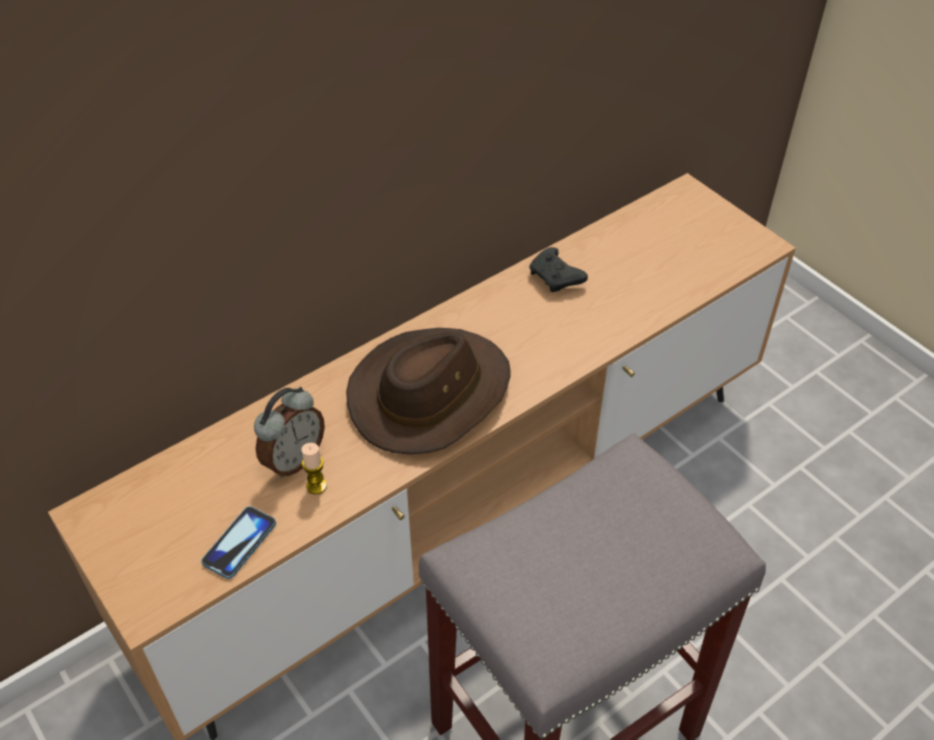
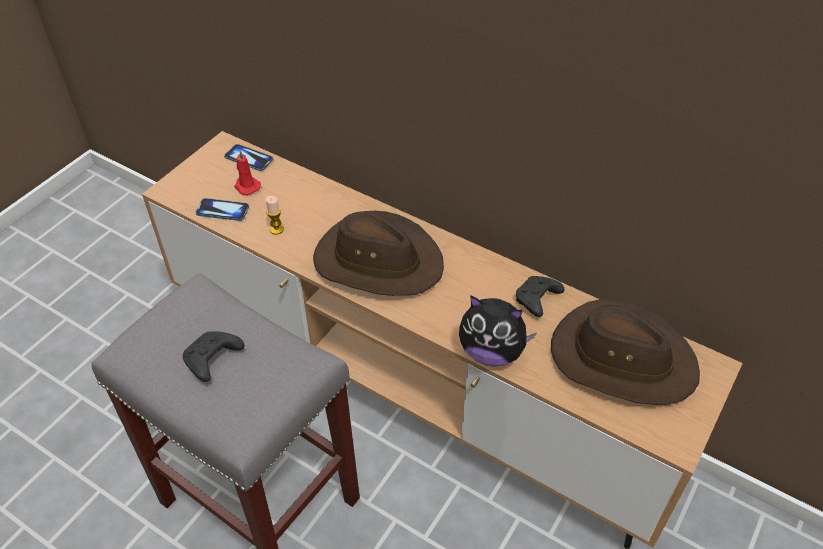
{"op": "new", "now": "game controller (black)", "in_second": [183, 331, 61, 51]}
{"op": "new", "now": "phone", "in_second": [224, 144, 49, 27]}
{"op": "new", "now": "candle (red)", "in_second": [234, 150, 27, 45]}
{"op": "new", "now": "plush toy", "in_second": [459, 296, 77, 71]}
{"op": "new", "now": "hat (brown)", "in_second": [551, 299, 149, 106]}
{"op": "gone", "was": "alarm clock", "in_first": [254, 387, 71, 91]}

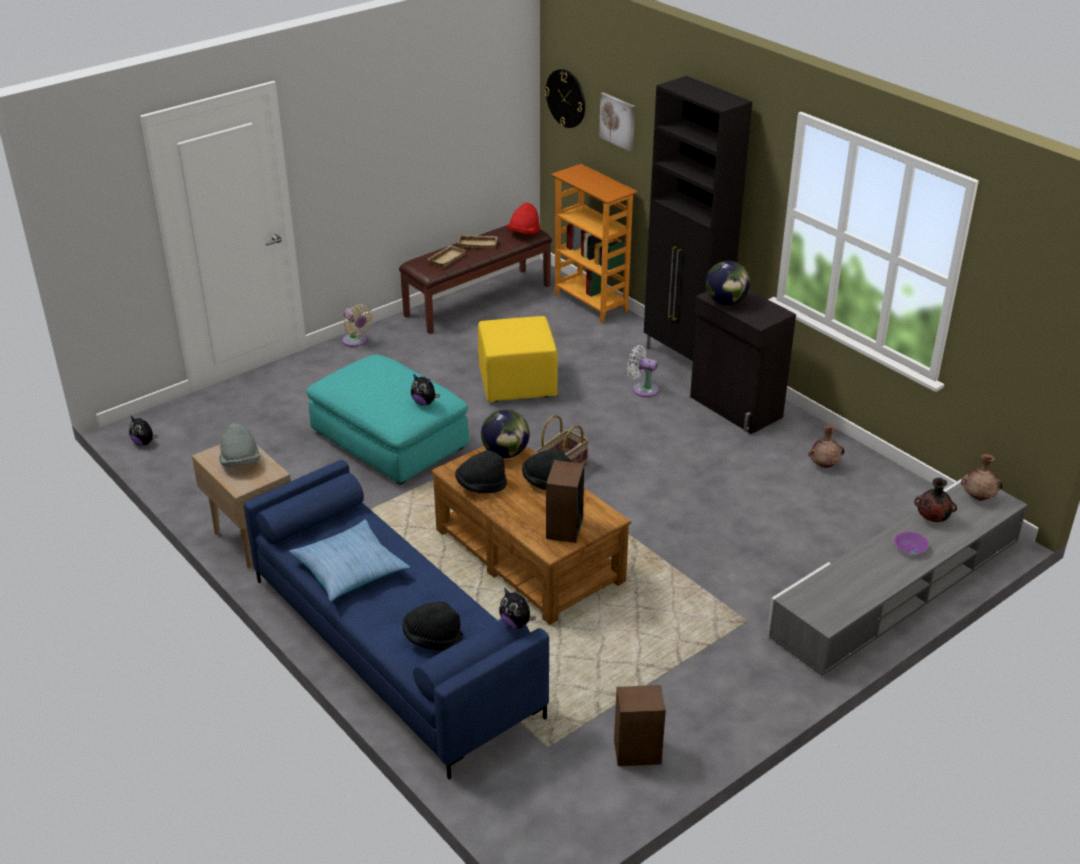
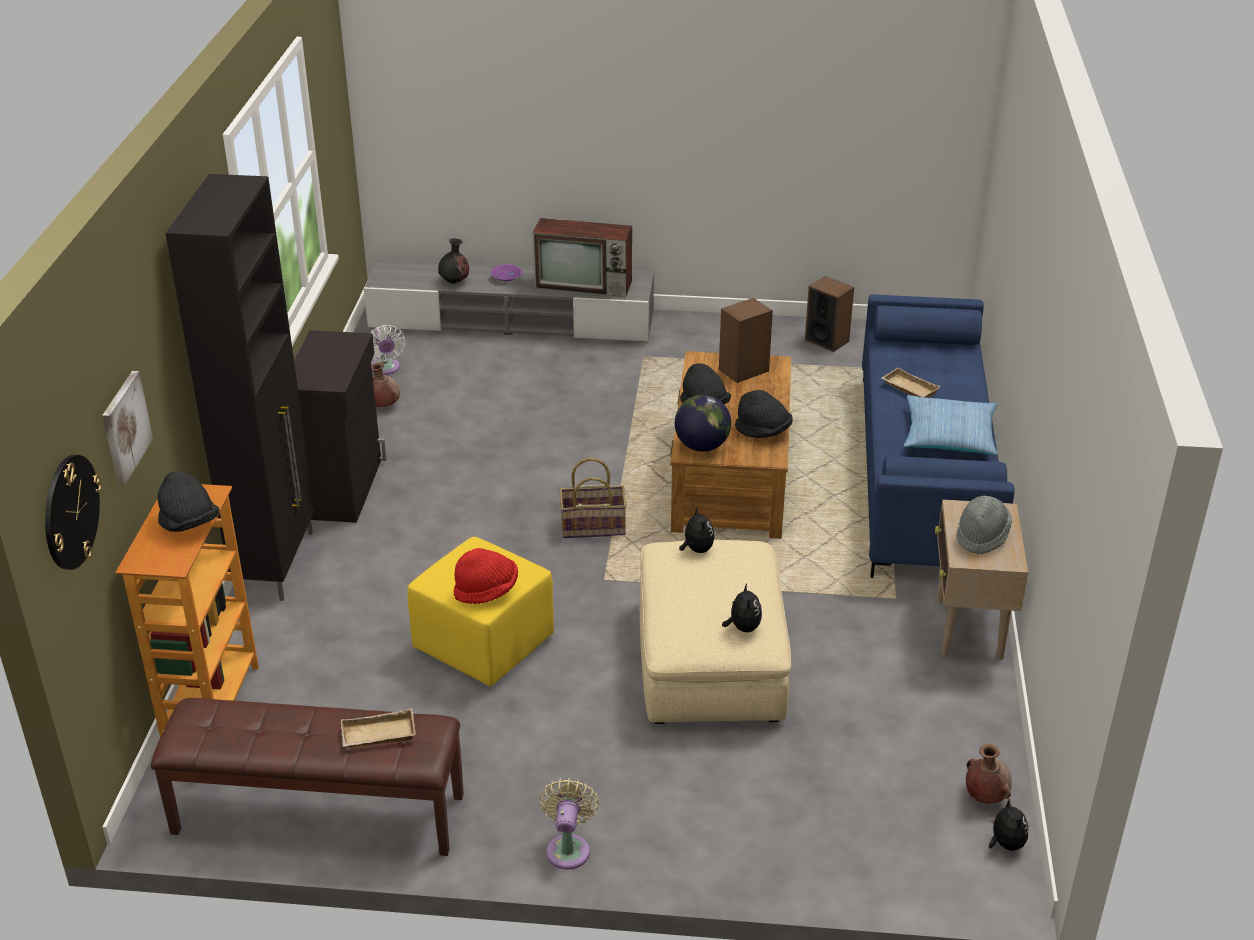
{"op": "shifted", "was": "hat (black)", "in_first": [402, 601, 61, 50], "in_second": [157, 471, 62, 61]}
{"op": "shifted", "was": "fan (white)", "in_first": [627, 345, 32, 52], "in_second": [371, 325, 34, 50]}
{"op": "shifted", "was": "hat (red)", "in_first": [507, 203, 33, 31], "in_second": [453, 548, 65, 56]}
{"op": "new", "now": "television", "in_second": [533, 218, 99, 79]}
{"op": "repainted", "was": "ottoman (turquoise)", "now": "ottoman (beige)", "in_first": [306, 355, 163, 130], "in_second": [640, 540, 151, 184]}
{"op": "shifted", "was": "plush toy", "in_first": [499, 588, 37, 41], "in_second": [722, 583, 40, 49]}
{"op": "shifted", "was": "tray (beige)", "in_first": [458, 235, 39, 14], "in_second": [881, 367, 60, 31]}
{"op": "shifted", "was": "vase (brown)", "in_first": [961, 454, 42, 47], "in_second": [966, 744, 46, 60]}
{"op": "gone", "was": "globe", "in_first": [705, 261, 45, 44]}

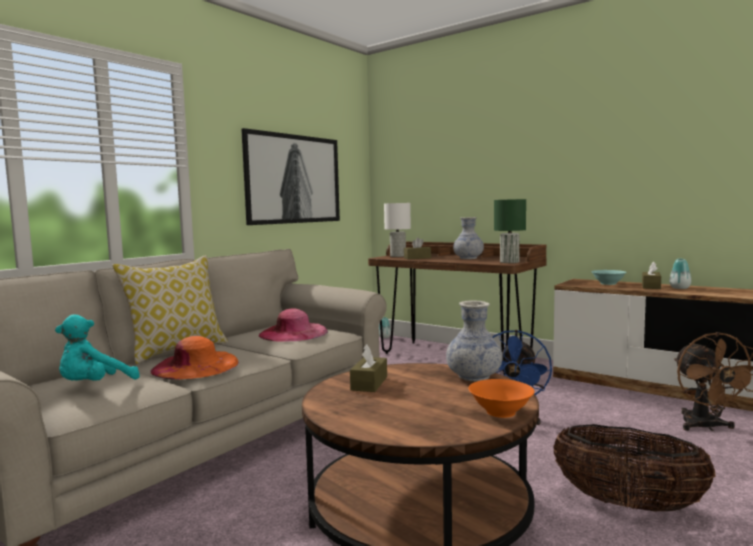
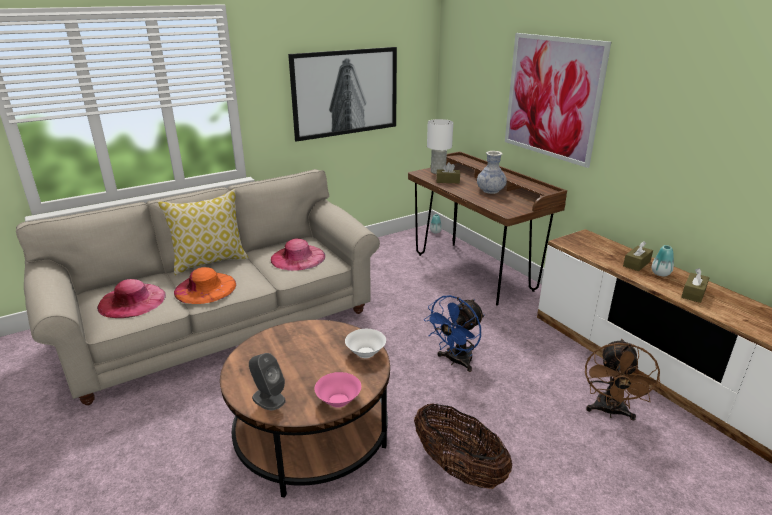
{"op": "swapped", "was": "plush toy (turquoise)", "now": "hat (pink)", "in_first": [55, 314, 85, 67], "in_second": [97, 279, 69, 39]}
{"op": "new", "now": "speaker (grey)", "in_second": [249, 353, 37, 57]}
{"op": "repainted", "was": "bowl (orange)", "now": "bowl (pink)", "in_first": [468, 379, 67, 39], "in_second": [315, 372, 46, 36]}
{"op": "swapped", "was": "vase", "now": "bowl (white)", "in_first": [446, 301, 57, 80], "in_second": [345, 329, 41, 29]}
{"op": "new", "now": "picture", "in_second": [505, 33, 106, 135]}
{"op": "shifted", "was": "tissue box (brown)", "in_first": [350, 344, 37, 48], "in_second": [681, 268, 29, 35]}
{"op": "gone", "was": "table lamp (green)", "in_first": [494, 199, 32, 64]}
{"op": "gone", "was": "bowl (turquoise)", "in_first": [591, 270, 36, 15]}

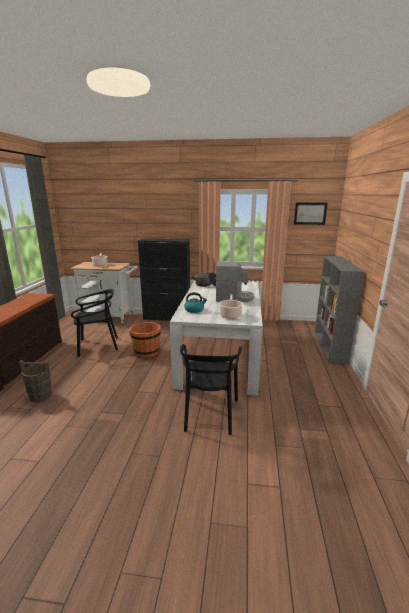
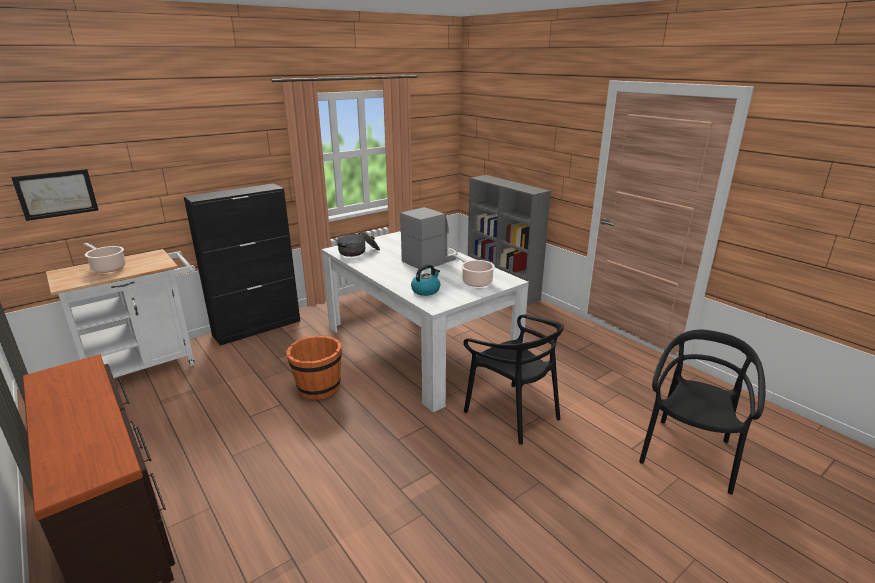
{"op": "shifted", "was": "picture", "in_first": [294, 203, 34, 22], "in_second": [11, 169, 88, 52]}
{"op": "shifted", "was": "chair (black)", "in_first": [71, 289, 47, 68], "in_second": [639, 330, 127, 165]}
{"op": "gone", "was": "bucket (brown)", "in_first": [19, 360, 33, 42]}

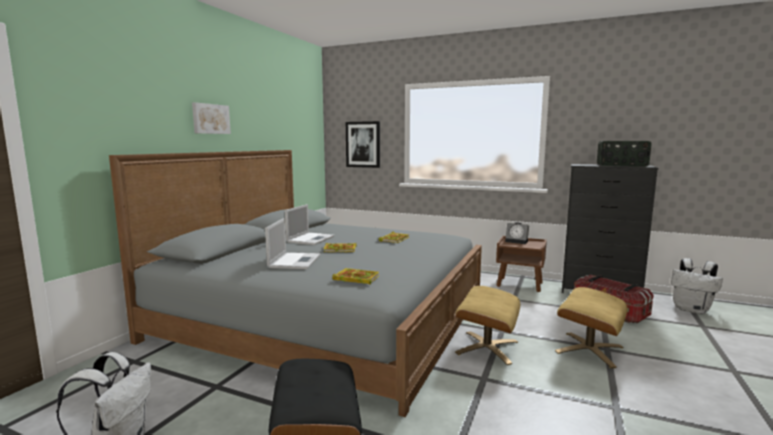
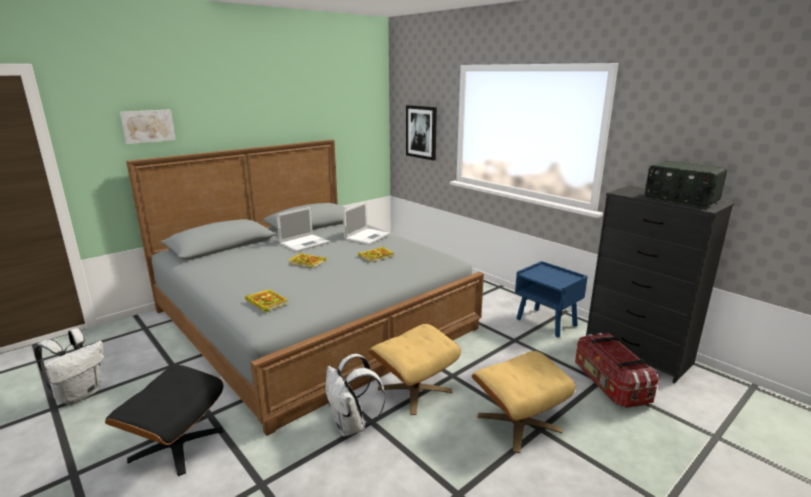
{"op": "shifted", "was": "picture", "in_first": [192, 102, 39, 32], "in_second": [120, 110, 56, 34]}
{"op": "shifted", "was": "backpack (white)", "in_first": [671, 258, 52, 56], "in_second": [325, 354, 61, 83]}
{"op": "shifted", "was": "laptop", "in_first": [265, 218, 55, 51], "in_second": [343, 202, 47, 43]}
{"op": "repainted", "was": "nightstand (brown)", "now": "nightstand (blue)", "in_first": [496, 236, 51, 56], "in_second": [515, 261, 73, 76]}
{"op": "gone", "was": "alarm clock", "in_first": [505, 222, 24, 22]}

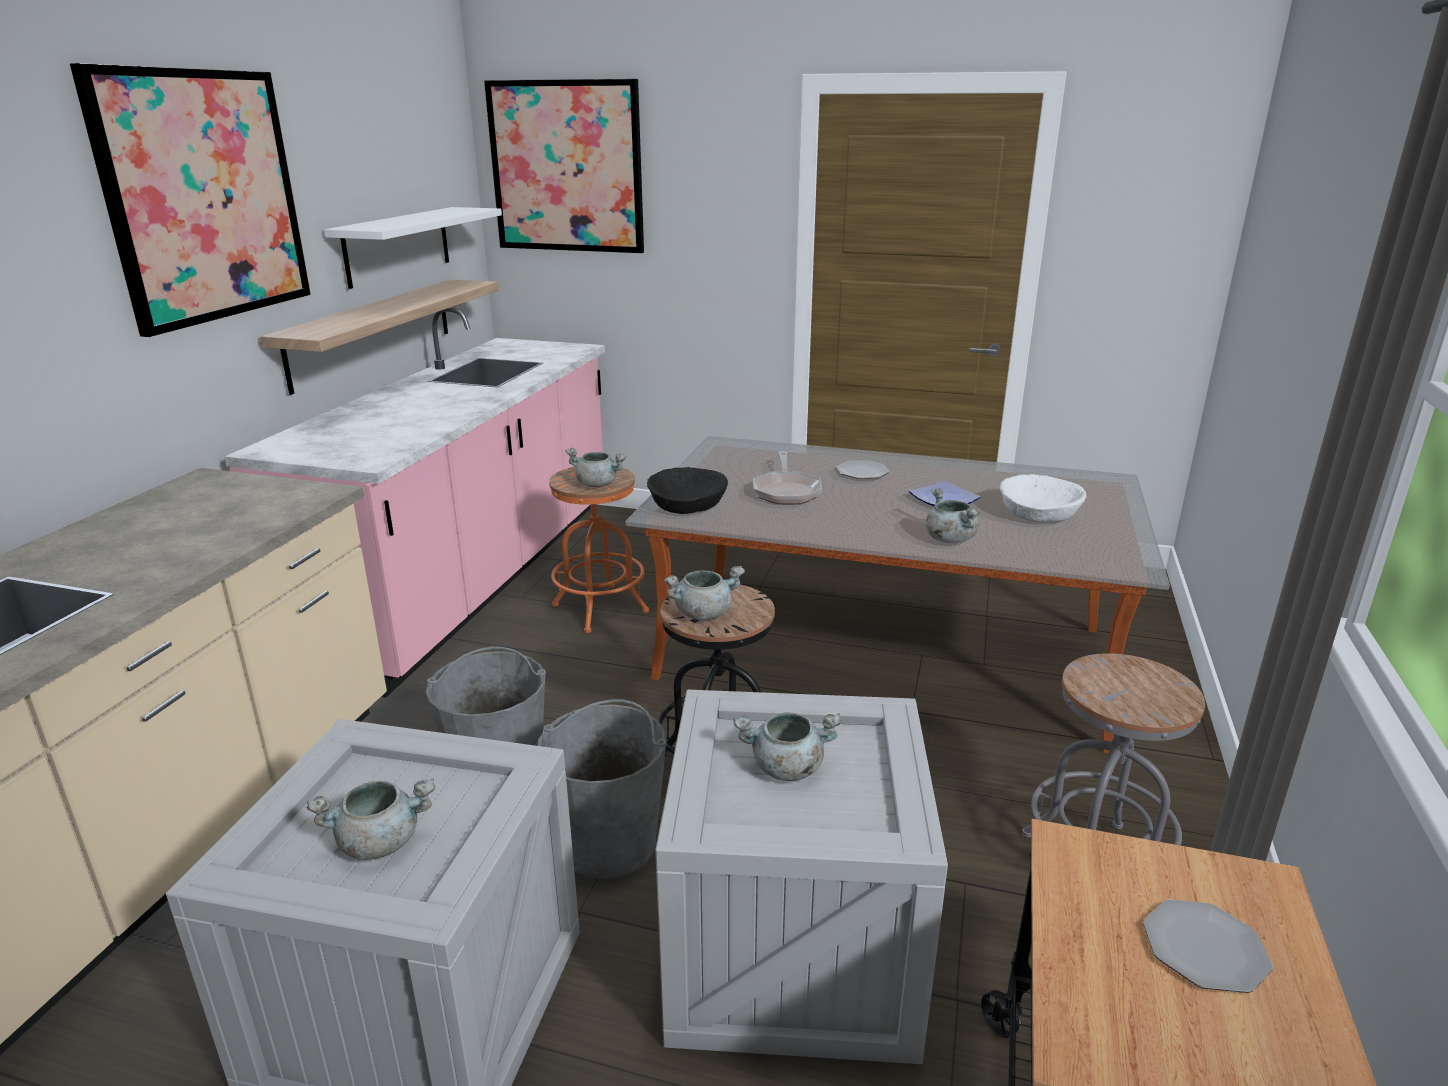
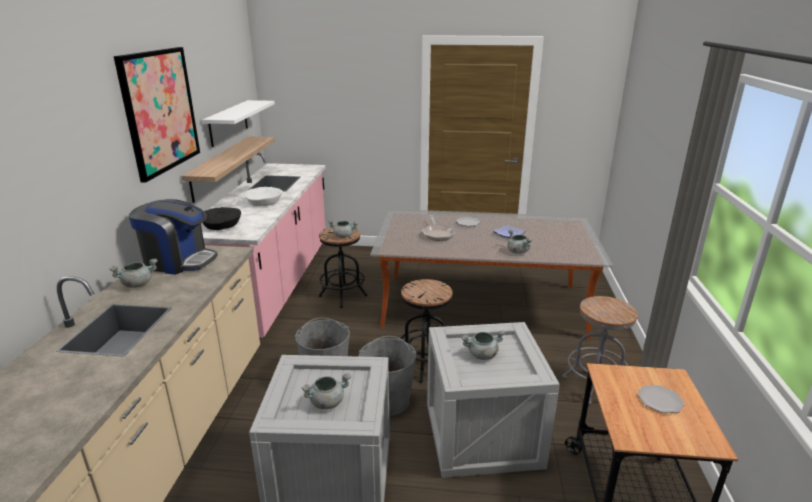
{"op": "shifted", "was": "cooking pot (grey)", "in_first": [664, 566, 81, 54], "in_second": [109, 259, 49, 29]}
{"op": "new", "now": "coffee machine", "in_second": [129, 199, 89, 76]}
{"op": "shifted", "was": "bowl (black)", "in_first": [647, 467, 81, 47], "in_second": [202, 207, 39, 23]}
{"op": "shifted", "was": "bowl (white)", "in_first": [1000, 474, 86, 48], "in_second": [245, 187, 37, 19]}
{"op": "repainted", "was": "stool (orange)", "now": "stool (black)", "in_first": [549, 467, 100, 166], "in_second": [319, 228, 48, 80]}
{"op": "gone", "was": "picture", "in_first": [484, 79, 160, 174]}

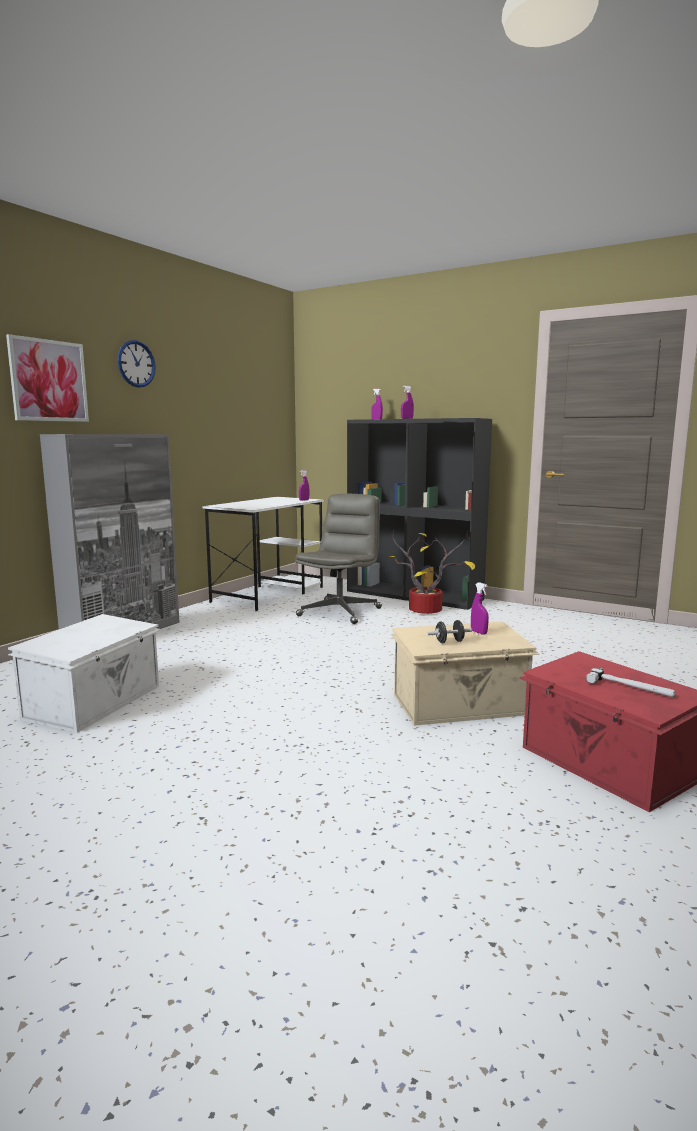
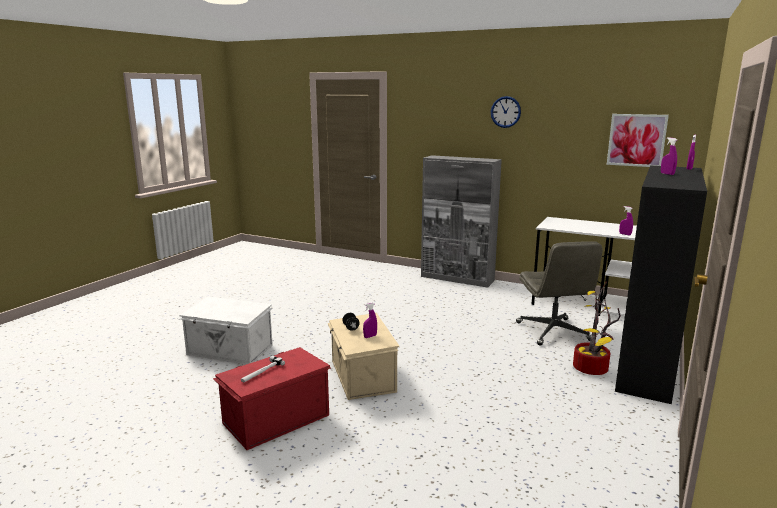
{"op": "shifted", "was": "storage box (white)", "in_first": [8, 614, 154, 119], "in_second": [178, 296, 95, 68]}
{"op": "rotated", "was": "office chair (grey)", "in_first": [295, 494, 87, 130], "in_second": [516, 241, 87, 105], "clockwise": 60}
{"op": "shifted", "was": "picture", "in_first": [6, 334, 83, 88], "in_second": [607, 114, 62, 53]}

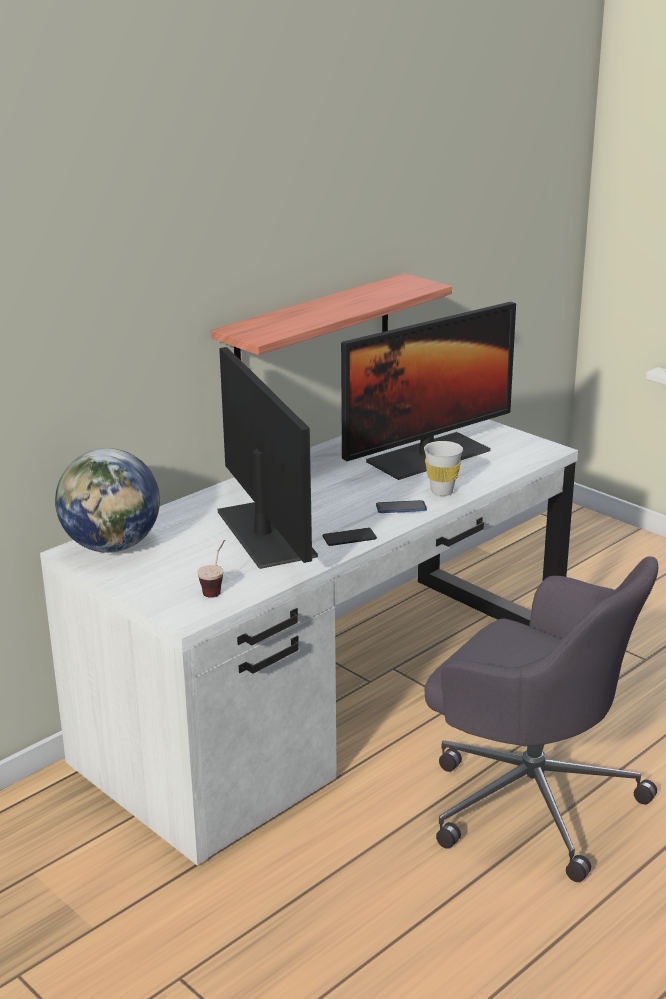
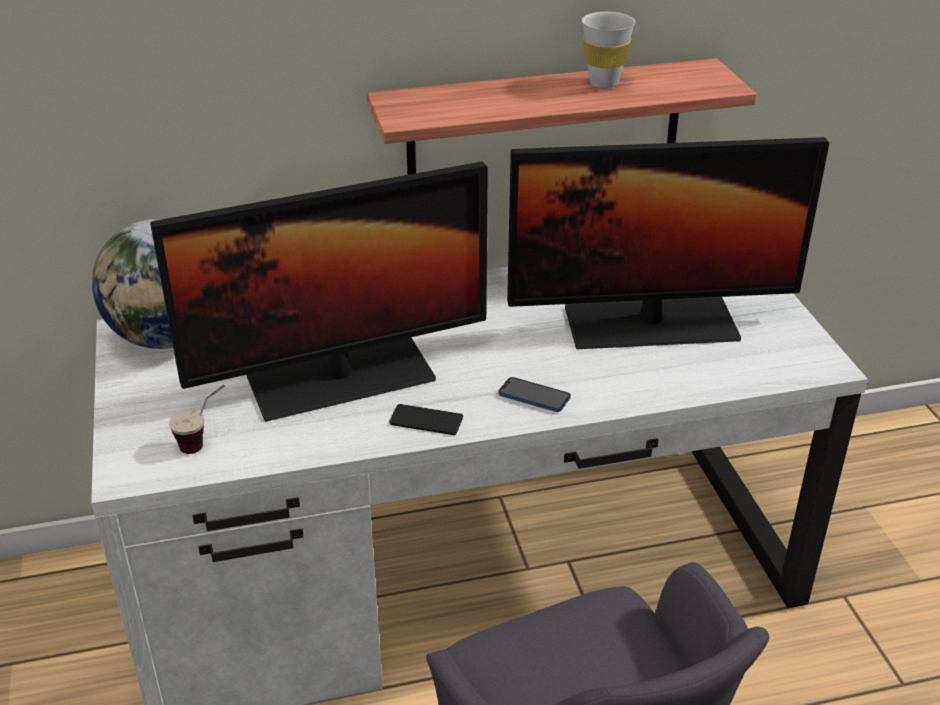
{"op": "rotated", "was": "monitor", "in_first": [218, 347, 100, 222], "in_second": [150, 162, 338, 260], "clockwise": 60}
{"op": "shifted", "was": "cup (white)", "in_first": [424, 441, 39, 55], "in_second": [582, 12, 53, 76]}

